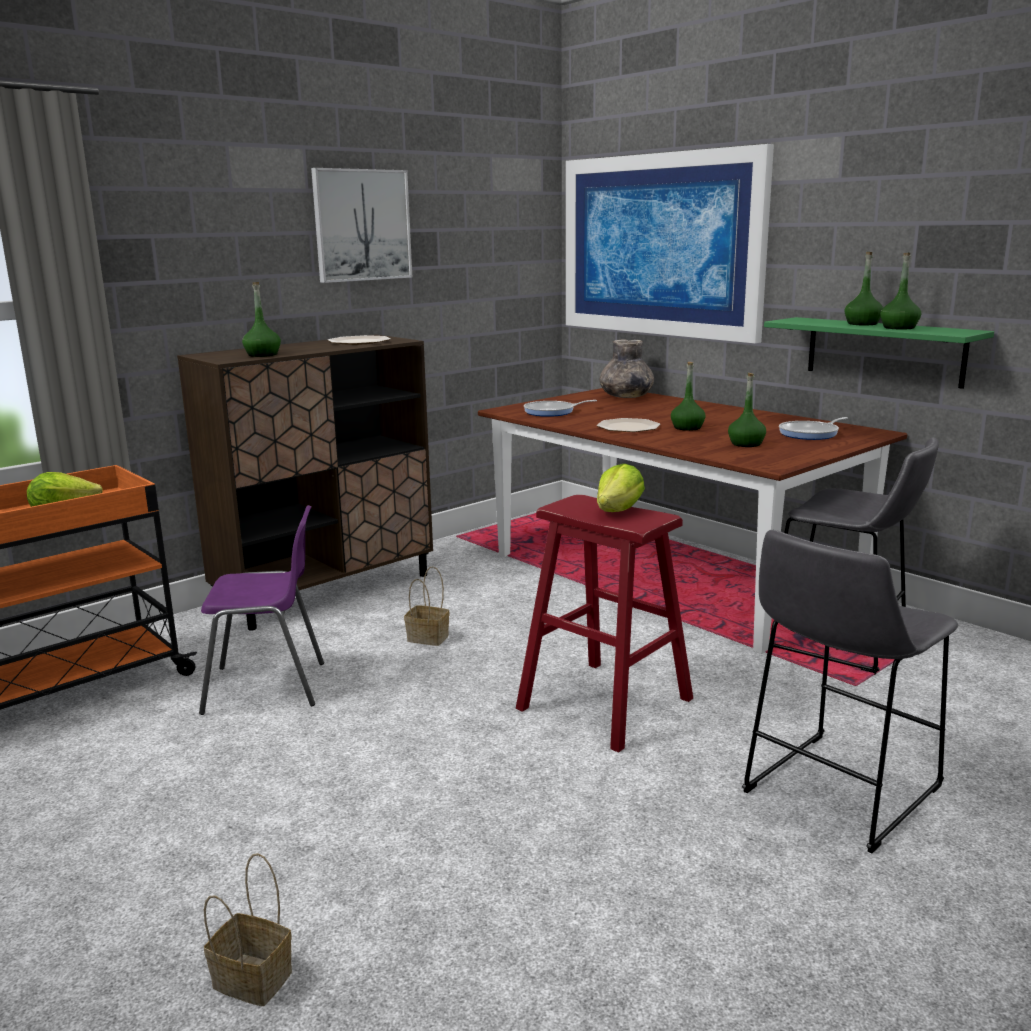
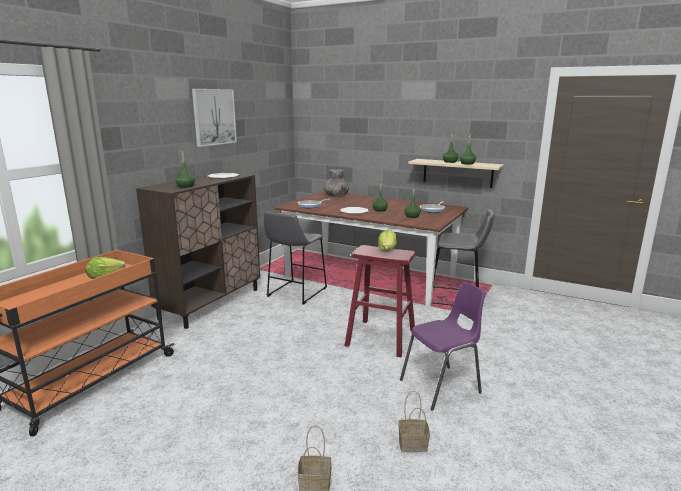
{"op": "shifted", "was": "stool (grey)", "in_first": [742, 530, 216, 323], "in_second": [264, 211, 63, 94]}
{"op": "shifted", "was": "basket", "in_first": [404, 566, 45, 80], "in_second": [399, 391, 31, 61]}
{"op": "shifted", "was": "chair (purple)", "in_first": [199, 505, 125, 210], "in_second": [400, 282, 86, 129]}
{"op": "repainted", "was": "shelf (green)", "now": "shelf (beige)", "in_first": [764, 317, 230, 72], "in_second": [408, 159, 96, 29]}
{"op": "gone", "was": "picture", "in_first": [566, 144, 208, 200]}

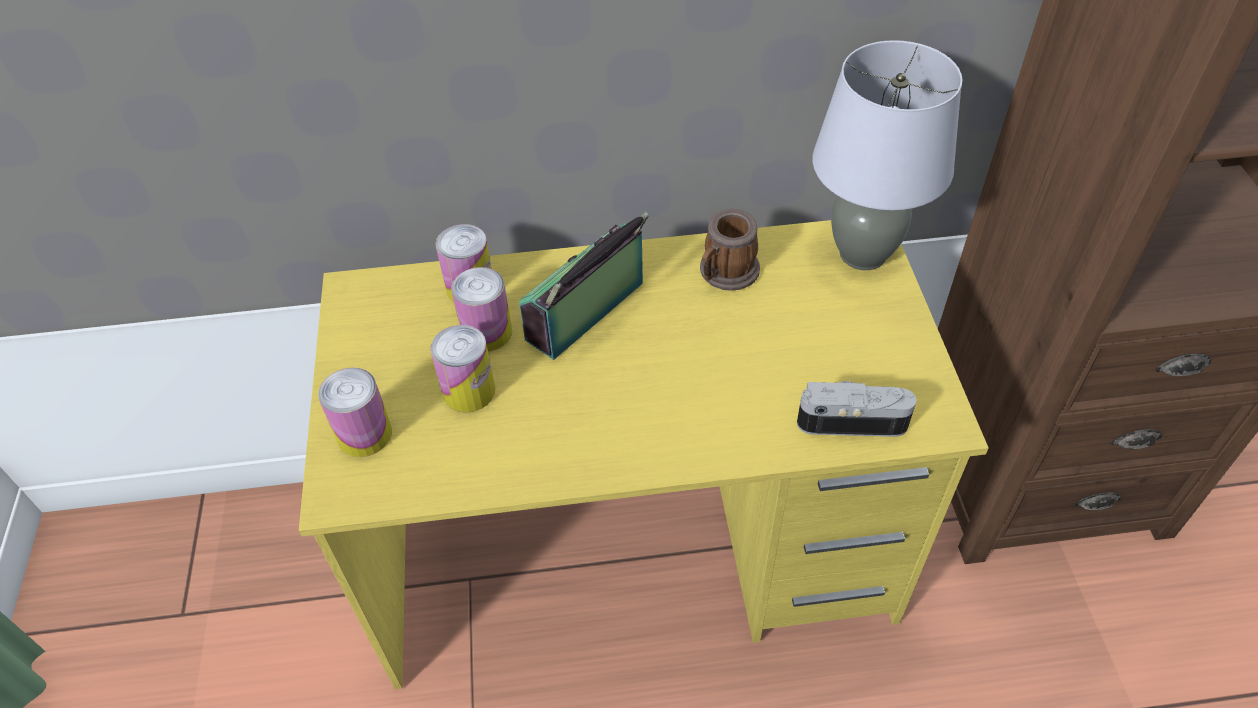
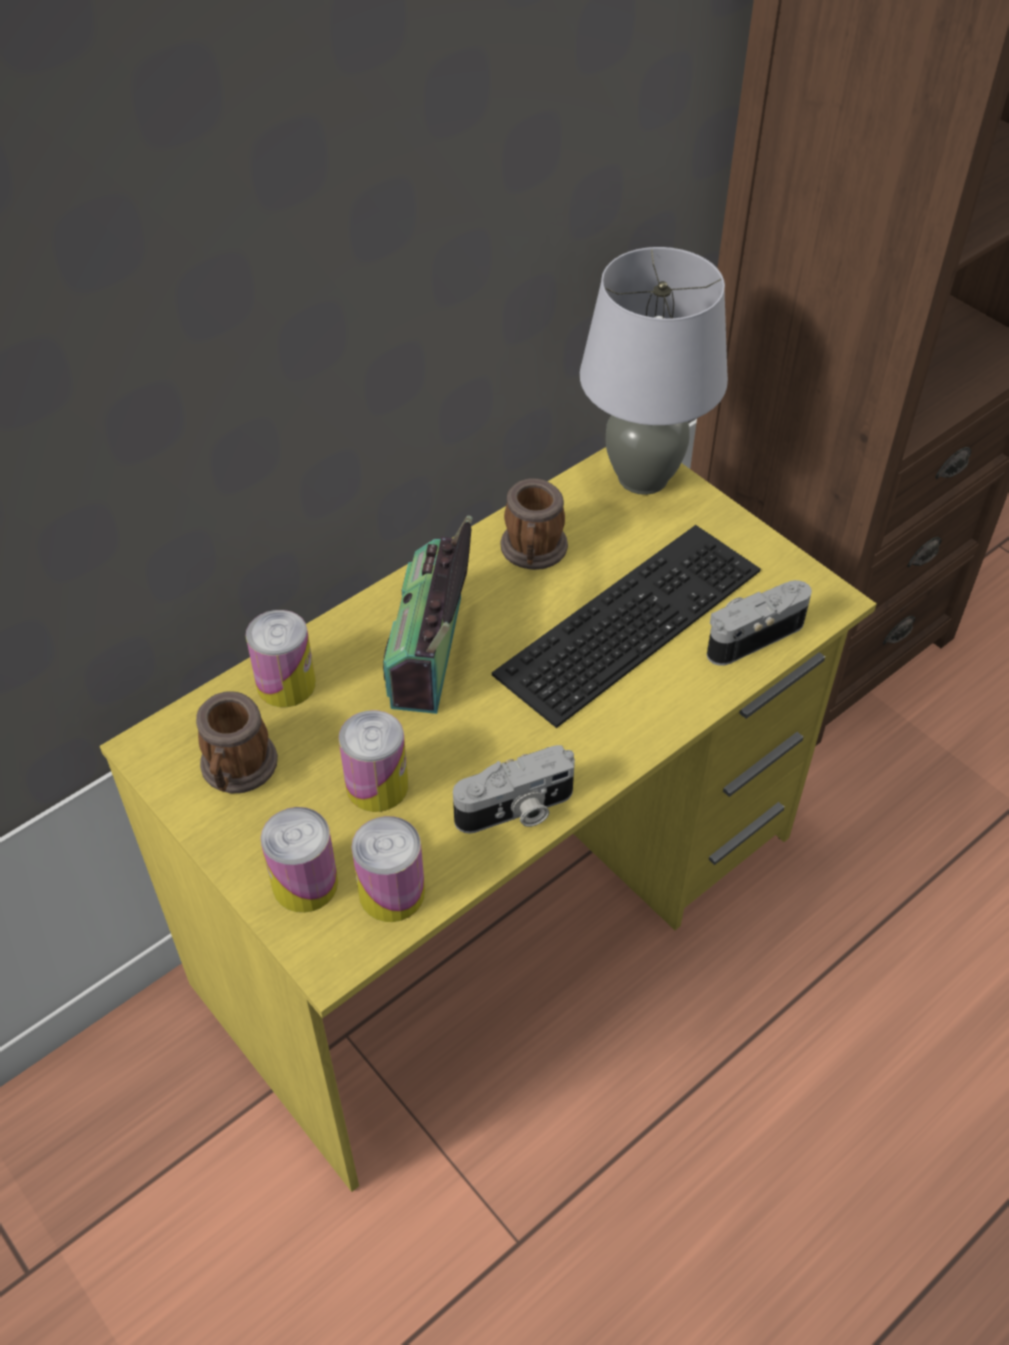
{"op": "new", "now": "mug", "in_second": [196, 691, 82, 103]}
{"op": "shifted", "was": "can", "in_first": [451, 267, 61, 84], "in_second": [351, 816, 74, 106]}
{"op": "new", "now": "photo camera", "in_second": [453, 745, 122, 88]}
{"op": "new", "now": "keyboard", "in_second": [492, 525, 269, 203]}

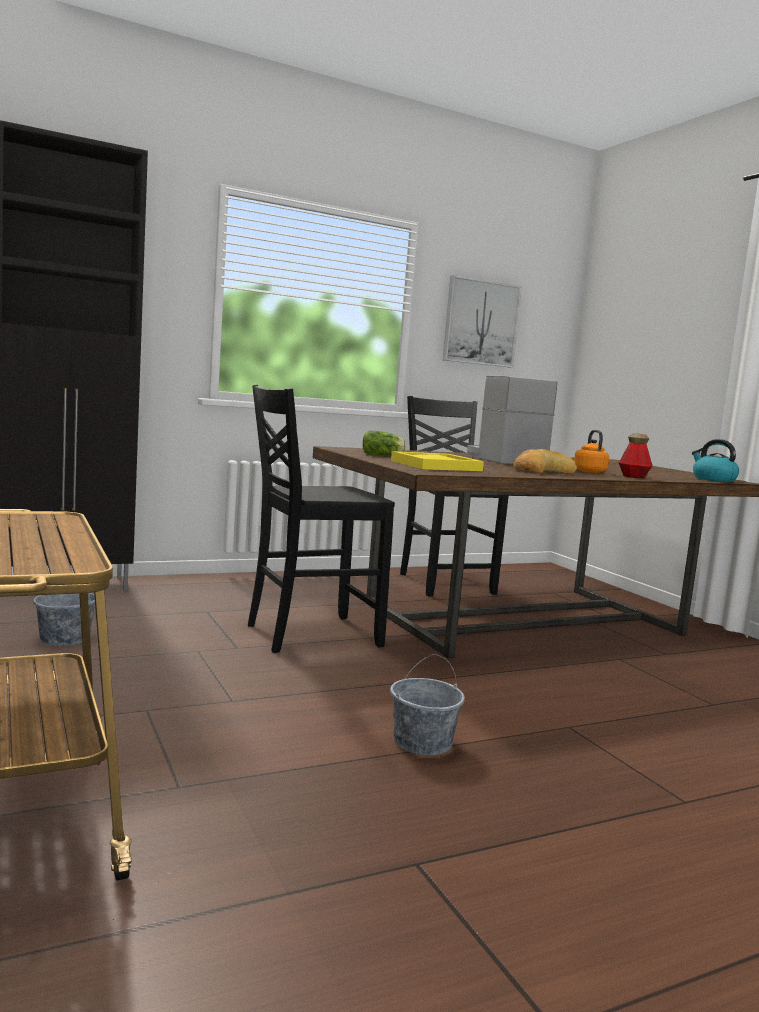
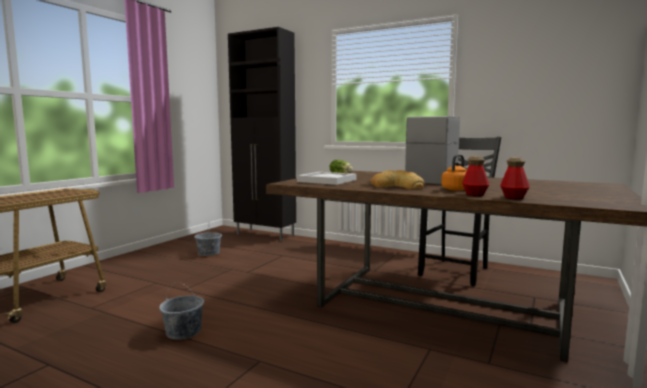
{"op": "repainted", "was": "tray (yellow)", "now": "tray (white)", "in_first": [391, 451, 93, 20], "in_second": [297, 172, 60, 13]}
{"op": "new", "now": "bottle", "in_second": [500, 157, 30, 42]}
{"op": "gone", "was": "chair (black)", "in_first": [248, 385, 147, 268]}
{"op": "gone", "was": "picture", "in_first": [443, 275, 79, 93]}
{"op": "gone", "was": "kettle", "in_first": [692, 439, 47, 43]}

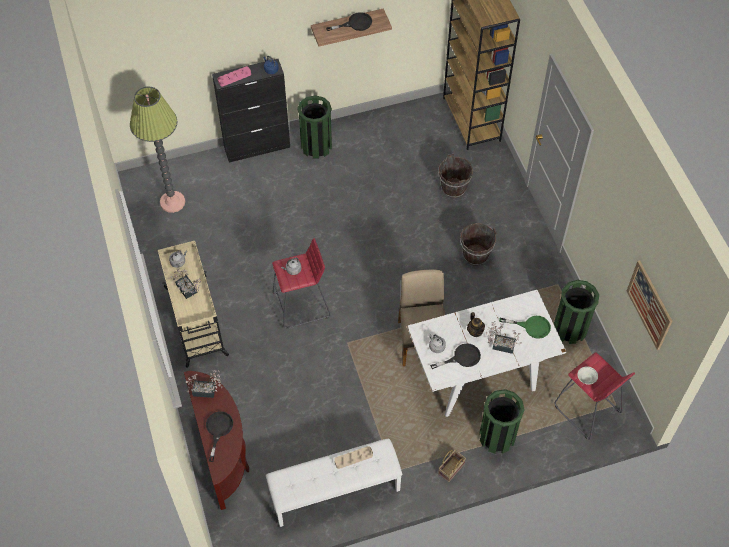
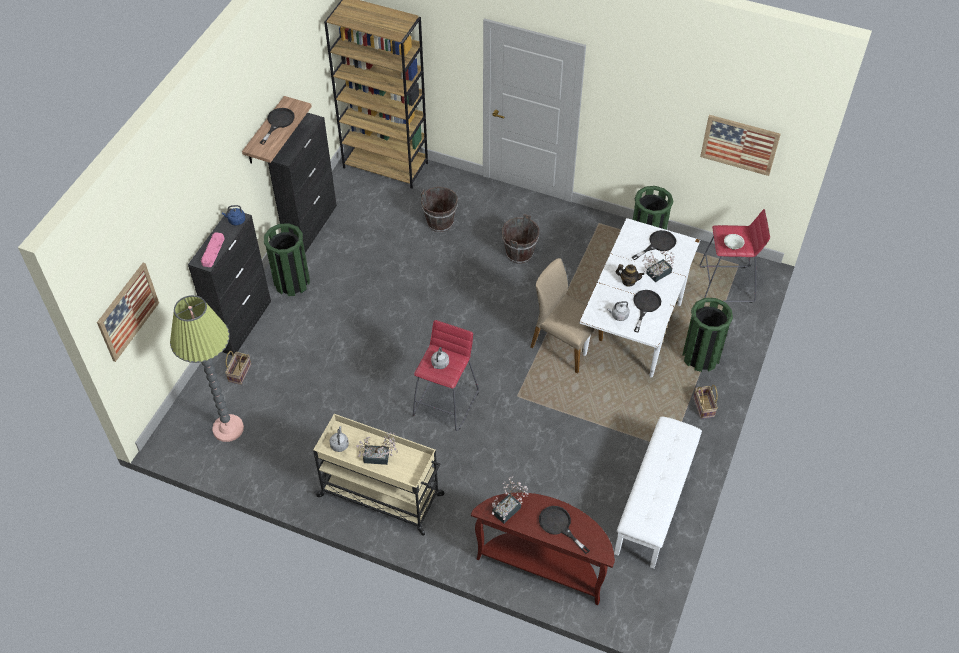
{"op": "new", "now": "picture", "in_second": [97, 262, 62, 100]}
{"op": "new", "now": "basket", "in_second": [225, 351, 26, 34]}
{"op": "new", "now": "cabinet (black)", "in_second": [268, 112, 69, 141]}
{"op": "repainted", "was": "frying pan (green)", "now": "frying pan (black)", "in_first": [499, 316, 52, 23], "in_second": [632, 230, 44, 30]}
{"op": "gone", "was": "tray (beige)", "in_first": [334, 446, 39, 23]}

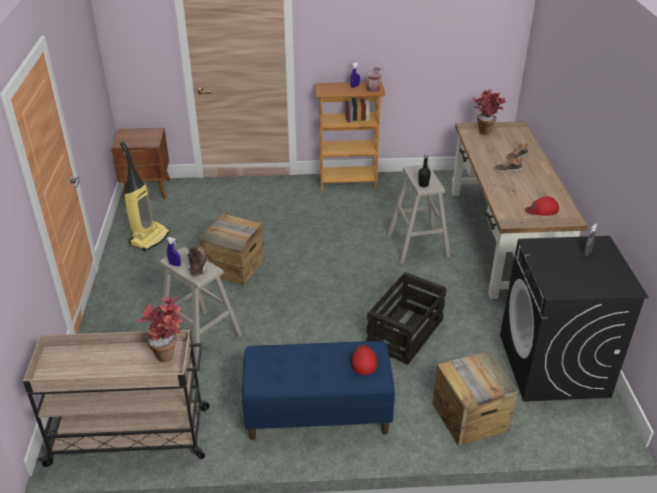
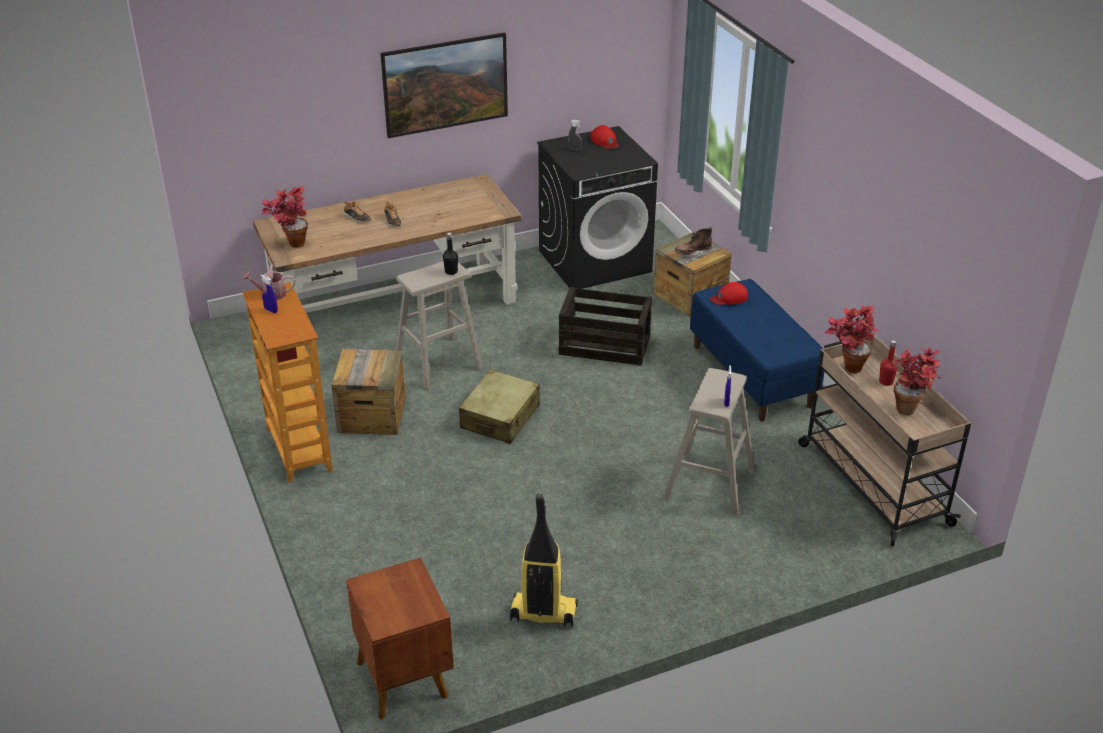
{"op": "shifted", "was": "crate", "in_first": [199, 213, 66, 72], "in_second": [331, 349, 75, 86]}
{"op": "new", "now": "picture", "in_second": [380, 32, 128, 106]}
{"op": "new", "now": "suitcase (beige)", "in_second": [459, 369, 81, 75]}
{"op": "shifted", "was": "cap (red)", "in_first": [525, 197, 34, 19], "in_second": [591, 125, 28, 24]}
{"op": "shifted", "was": "boot (brown)", "in_first": [187, 247, 22, 29], "in_second": [675, 227, 38, 31]}
{"op": "new", "now": "bottle (red)", "in_second": [879, 340, 19, 46]}
{"op": "new", "now": "potted plant", "in_second": [893, 348, 48, 67]}

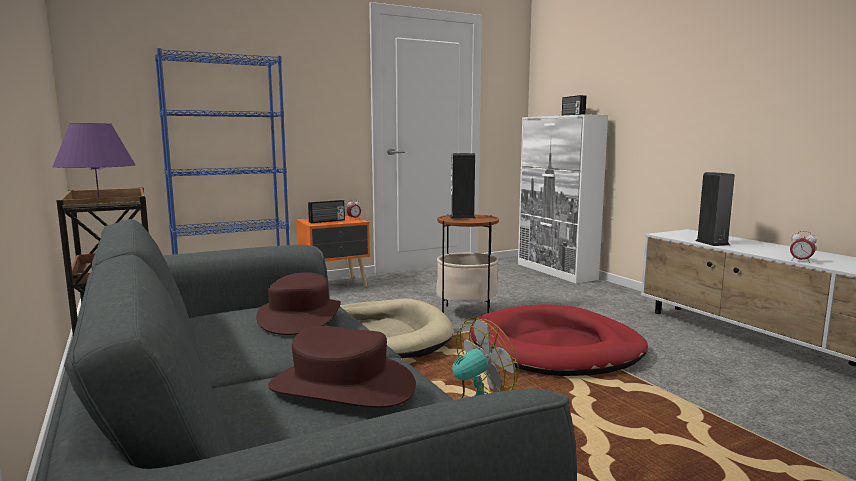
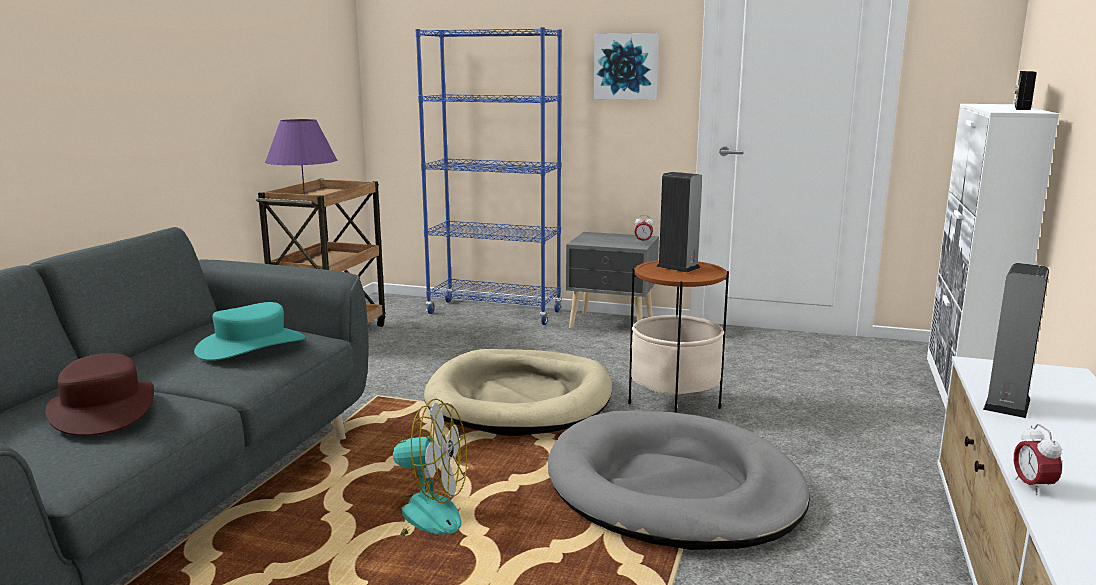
{"op": "repainted", "was": "hat (brown)", "now": "hat (turquoise)", "in_first": [256, 272, 85, 63], "in_second": [194, 302, 112, 59]}
{"op": "repainted", "was": "dog bed (red)", "now": "dog bed (grey)", "in_first": [470, 304, 178, 72], "in_second": [548, 410, 262, 140]}
{"op": "repainted", "was": "nightstand (orange)", "now": "nightstand (grey)", "in_first": [296, 216, 74, 70], "in_second": [566, 232, 93, 97]}
{"op": "new", "now": "picture", "in_second": [594, 33, 65, 67]}
{"op": "gone", "was": "radio", "in_first": [308, 200, 37, 23]}

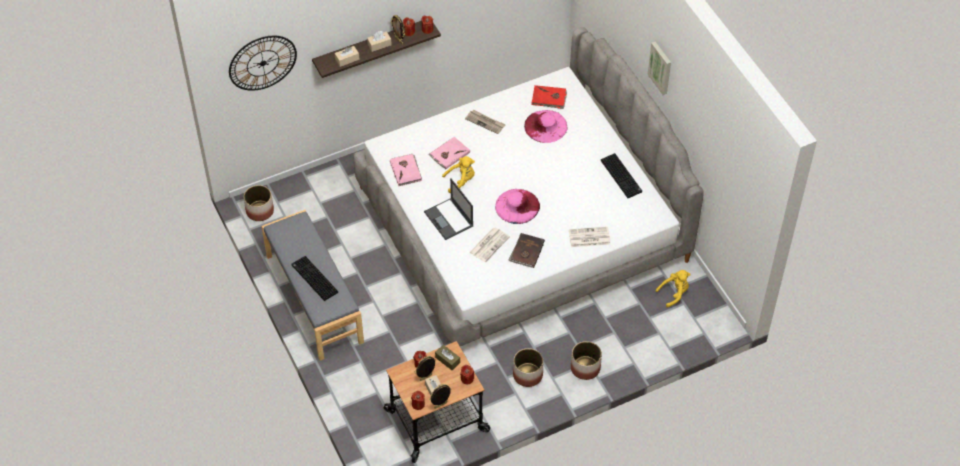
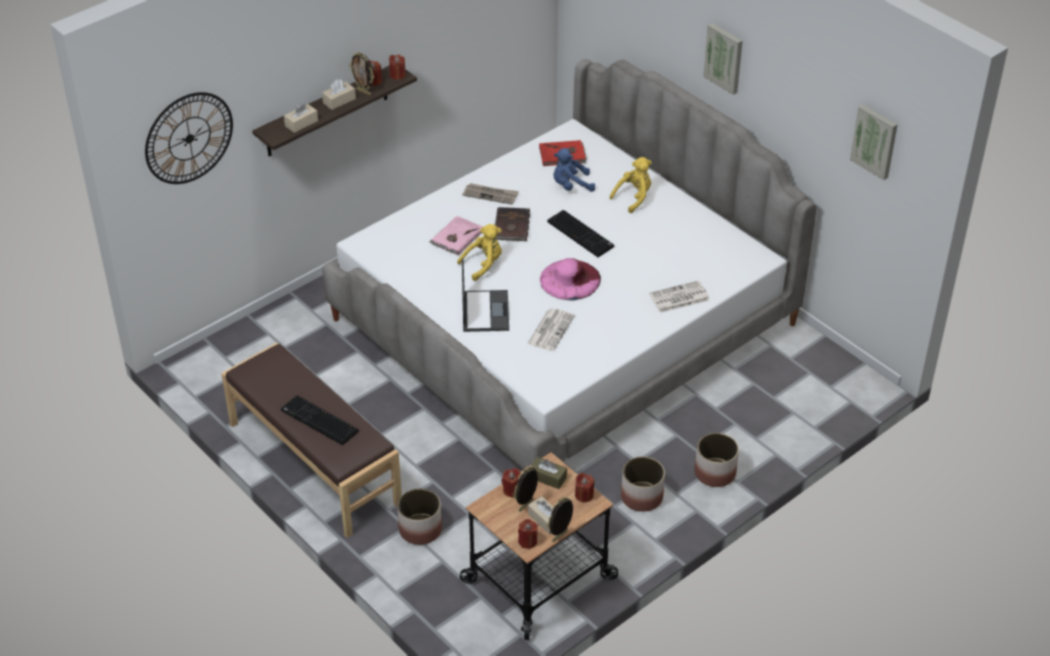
{"op": "repainted", "was": "bench (grey)", "now": "bench (brown)", "in_first": [261, 210, 103, 151], "in_second": [221, 343, 181, 195]}
{"op": "shifted", "was": "planter", "in_first": [244, 185, 30, 36], "in_second": [397, 489, 45, 56]}
{"op": "rotated", "was": "laptop", "in_first": [424, 178, 49, 62], "in_second": [462, 258, 47, 74], "clockwise": -135}
{"op": "shifted", "was": "book (brown)", "in_first": [508, 233, 37, 35], "in_second": [495, 207, 35, 34]}
{"op": "shifted", "was": "keyboard", "in_first": [601, 153, 41, 45], "in_second": [547, 210, 67, 47]}
{"op": "swapped", "was": "hat (pink)", "now": "plush toy (blue)", "in_first": [524, 110, 43, 33], "in_second": [553, 148, 42, 44]}
{"op": "shifted", "was": "plush toy (yellow)", "in_first": [656, 270, 35, 38], "in_second": [609, 157, 43, 56]}
{"op": "new", "now": "picture", "in_second": [850, 104, 48, 76]}
{"op": "gone", "was": "book (pink)", "in_first": [390, 154, 32, 32]}

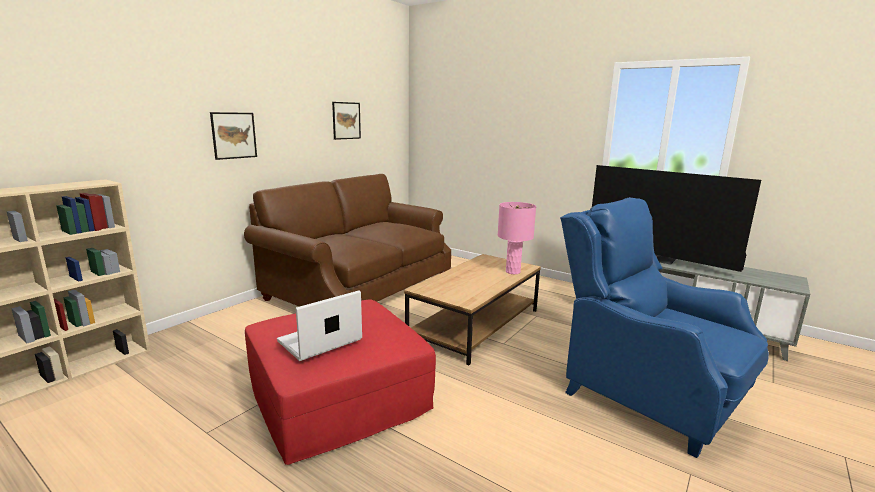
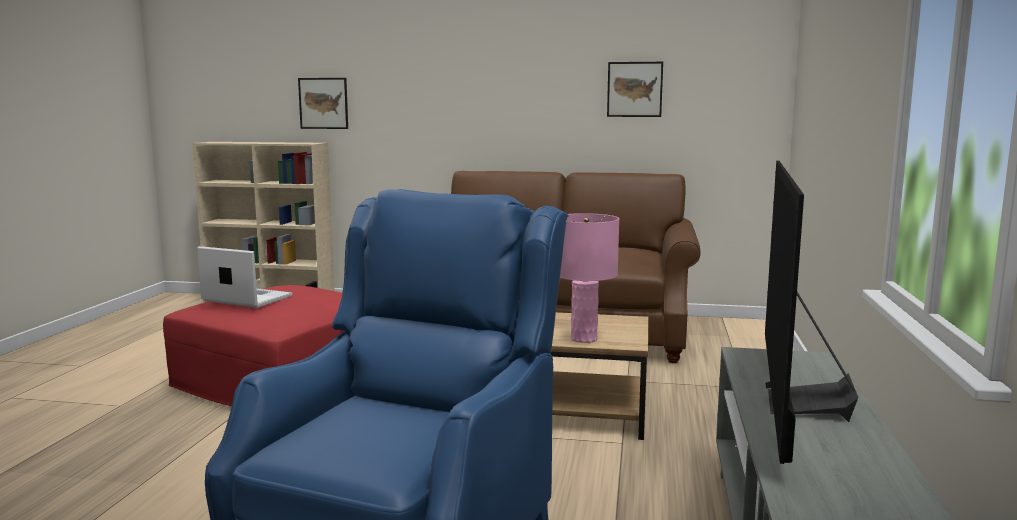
{"op": "shifted", "was": "picture", "in_first": [210, 112, 47, 48], "in_second": [298, 78, 50, 51]}

